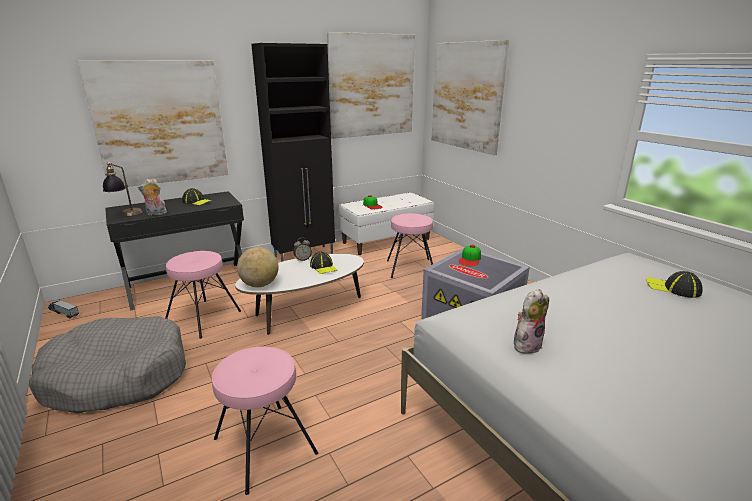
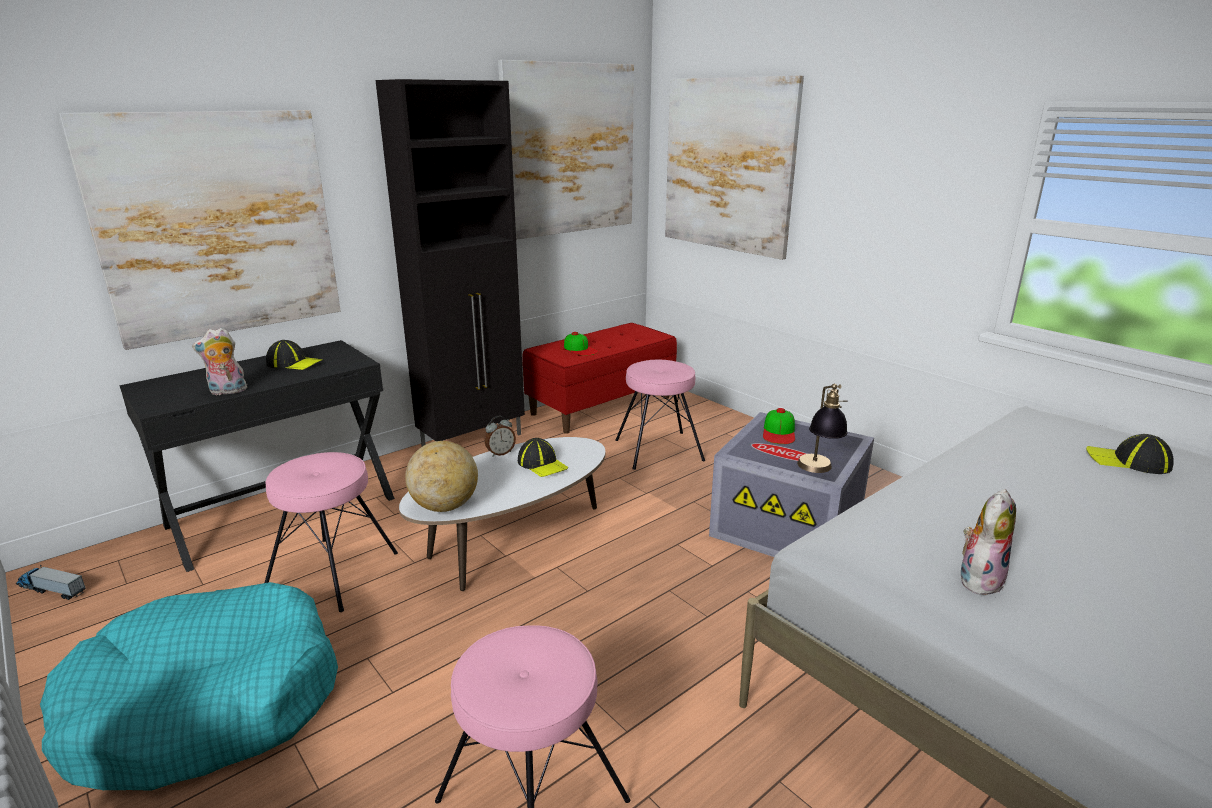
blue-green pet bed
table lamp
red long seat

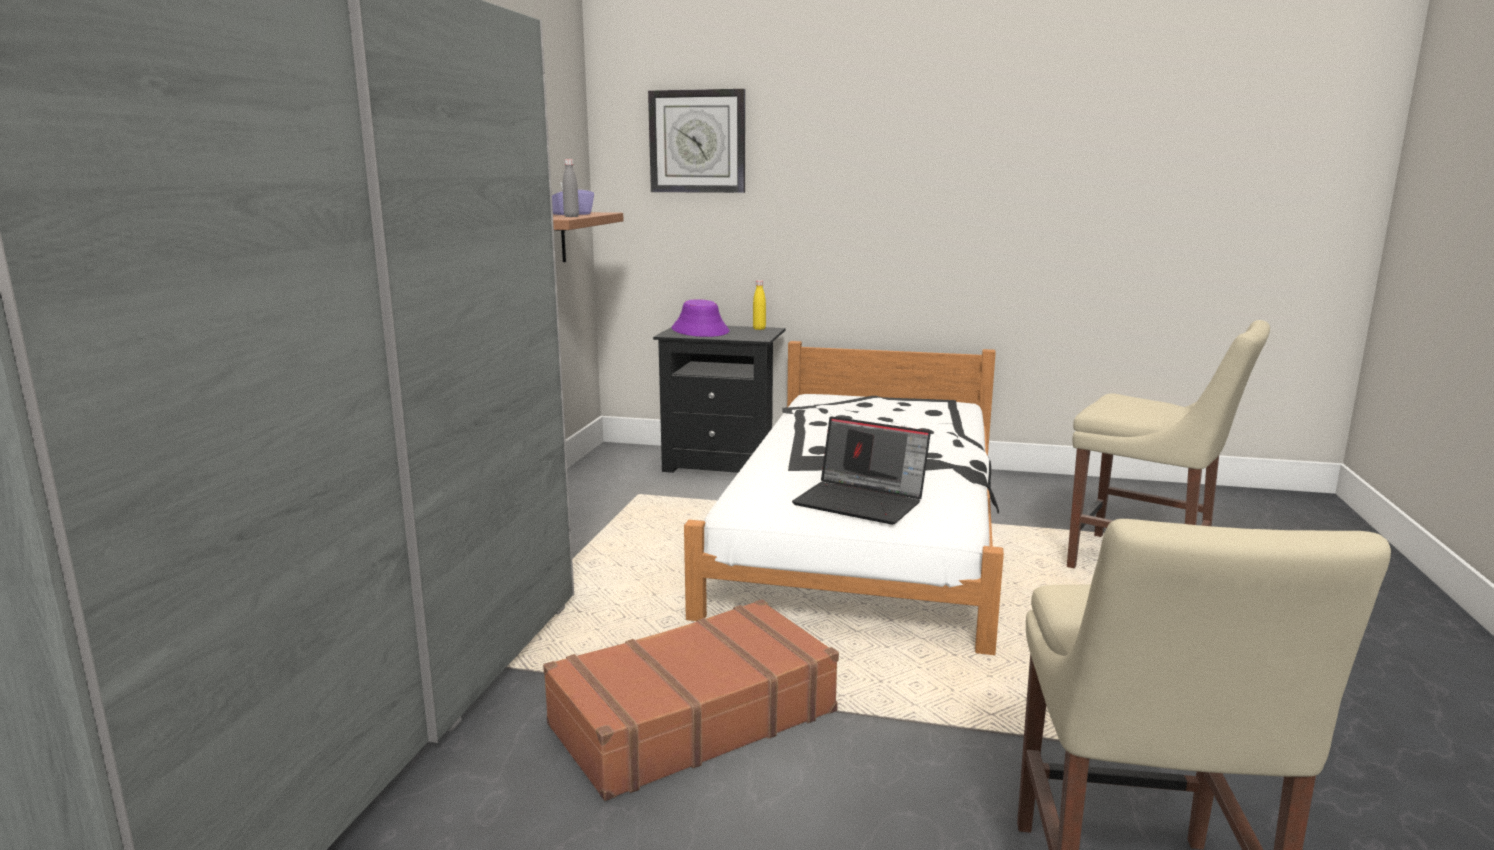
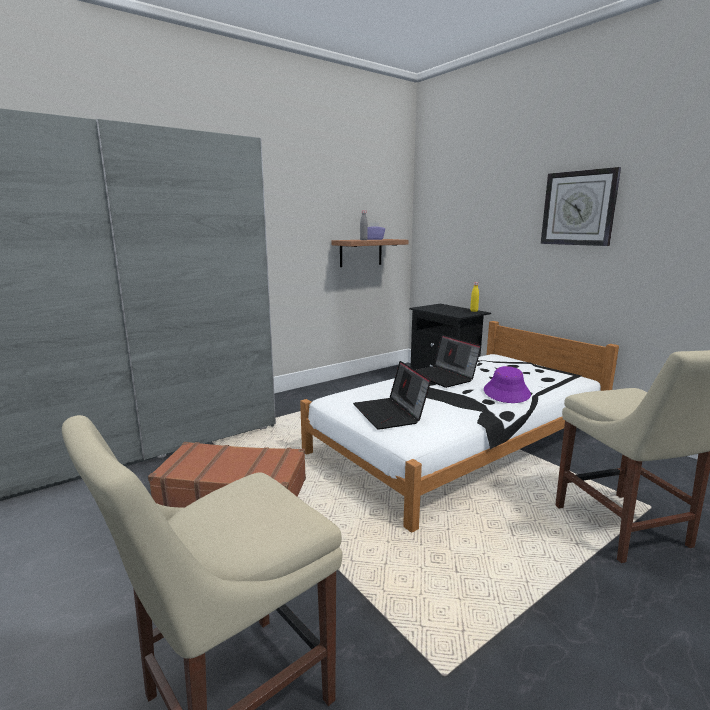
wall clock
purplish wearable hat
laptop (no. 2 from left)

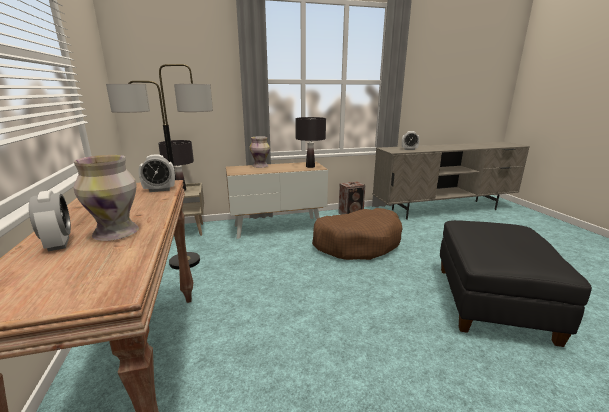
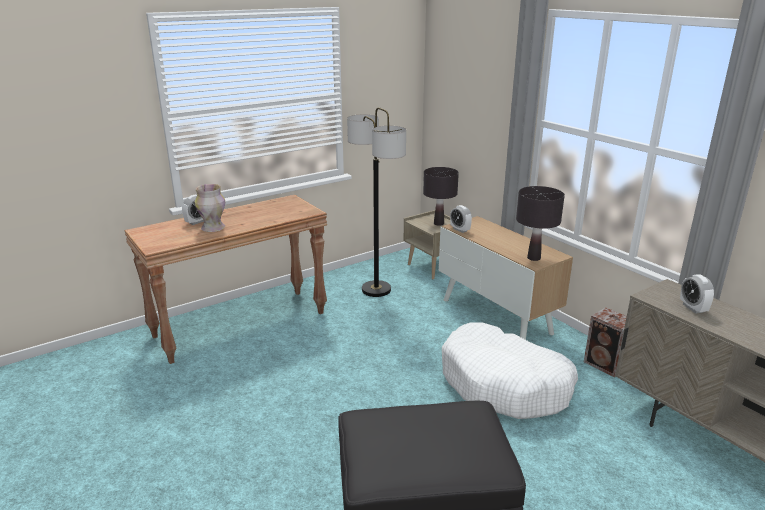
alarm clock (no. 2 from left)
decorative vase (no. 2 from left in the first image)
white pet bed

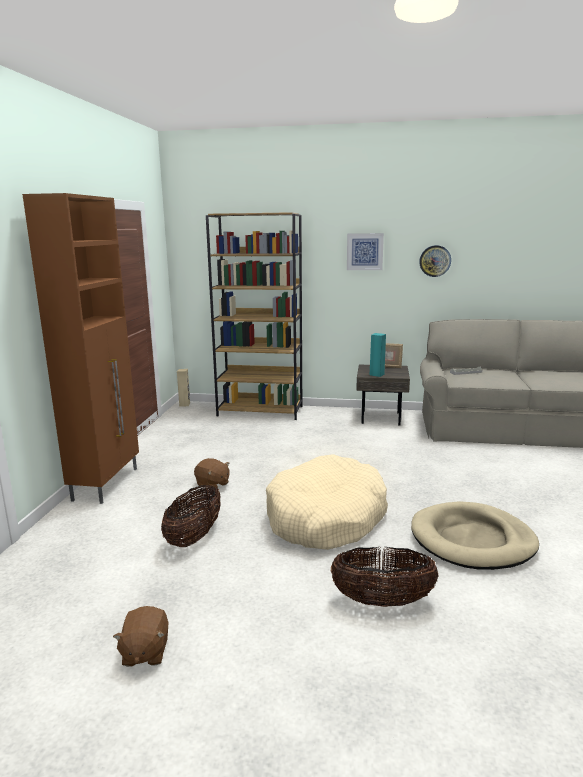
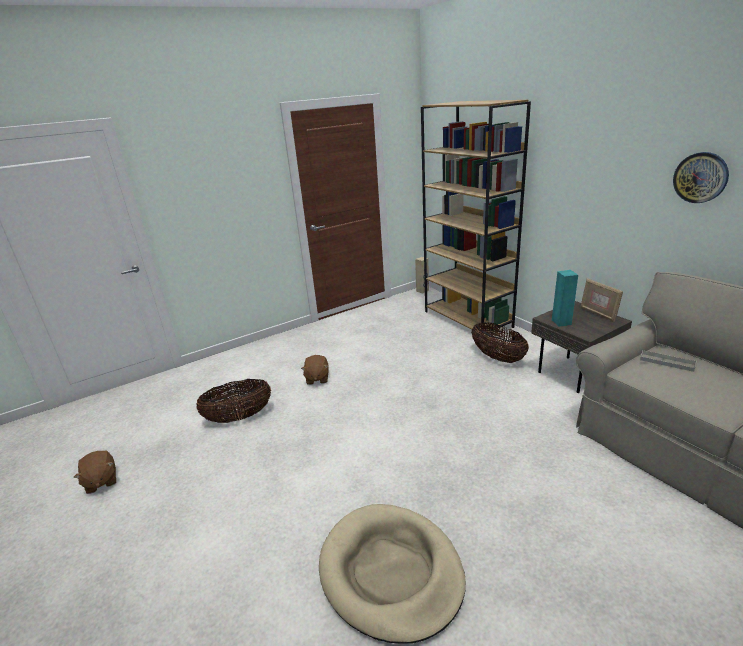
brown-coloured cupboard
brown-coloured cuddly toy (no. 1 from left)
sand-coloured pet bed (no. 1 from left in the first image)
household basket (no. 2 from left)
wall art

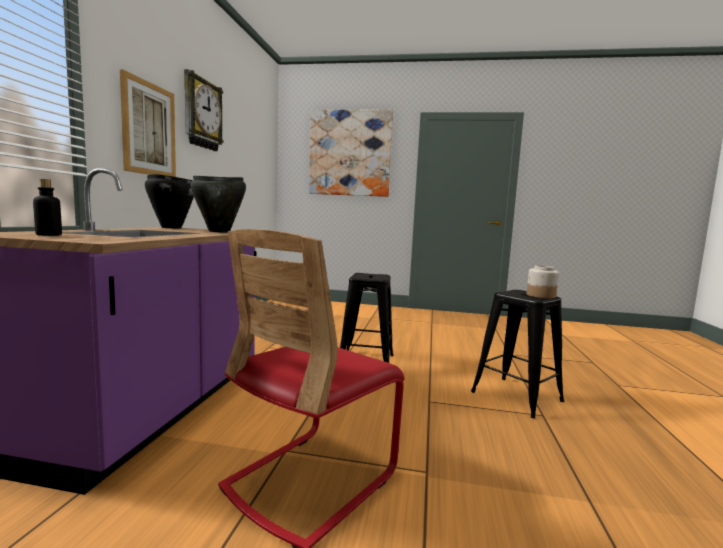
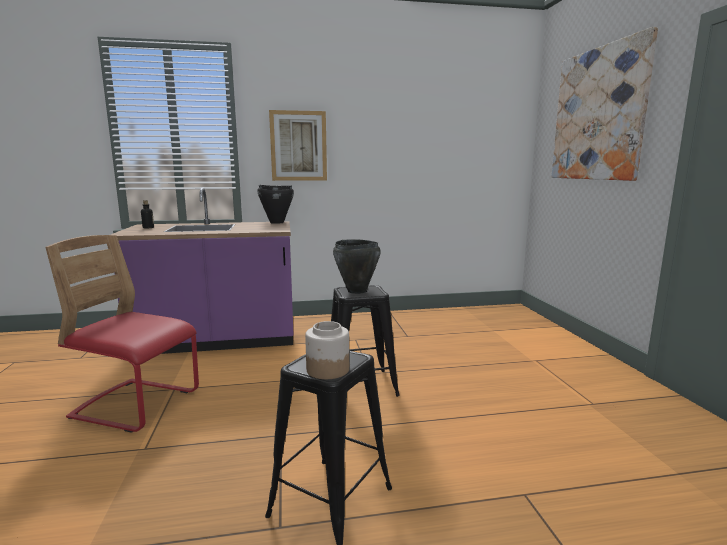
wall clock
black cooking pot (no. 2 from left)

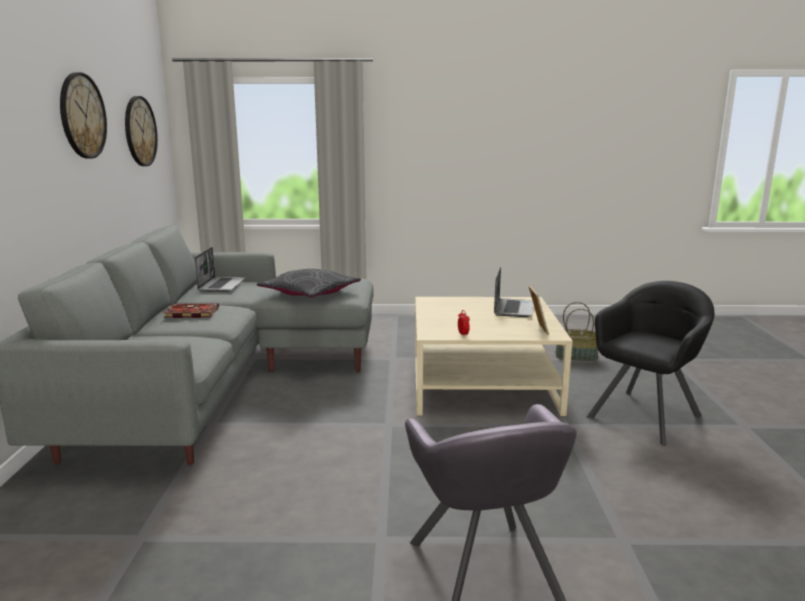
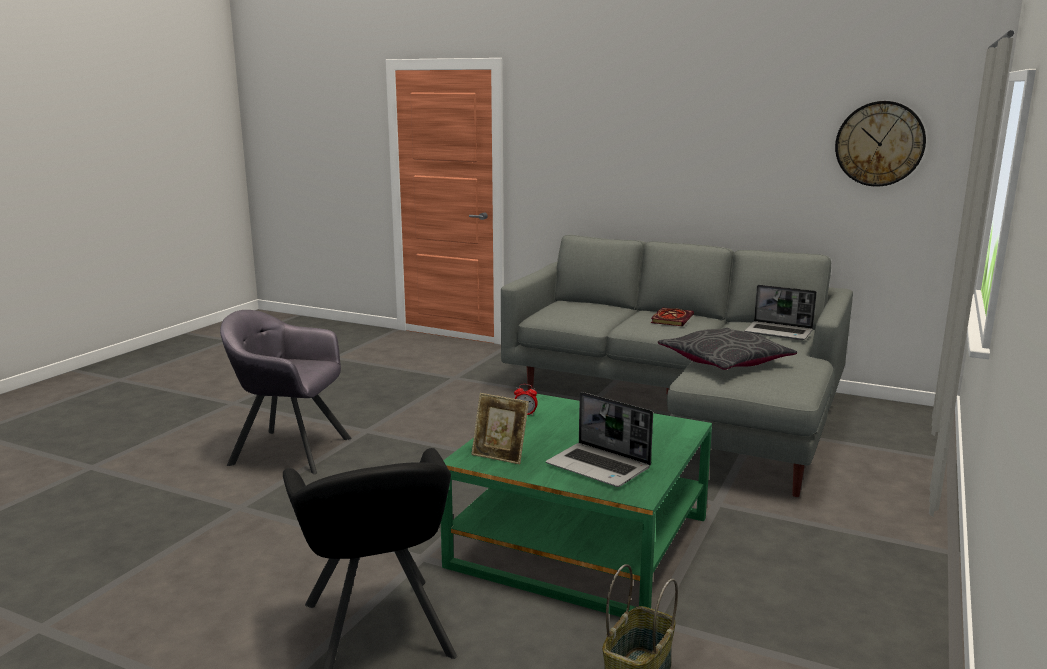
wall clock (no. 1 from left in the first image)
green-coloured lounge table

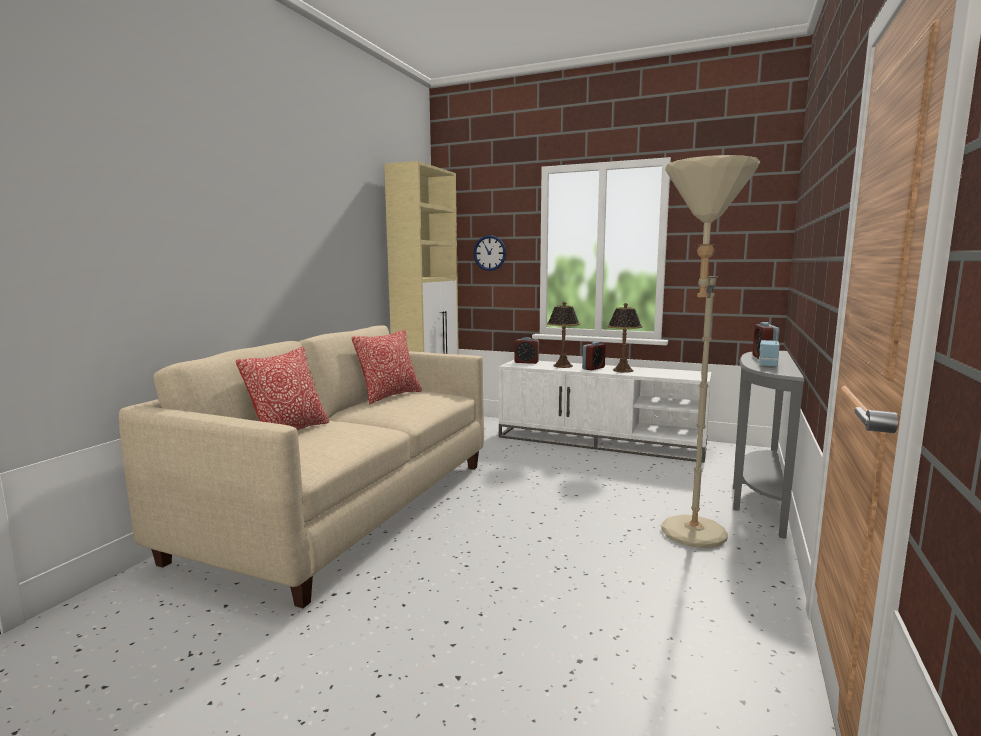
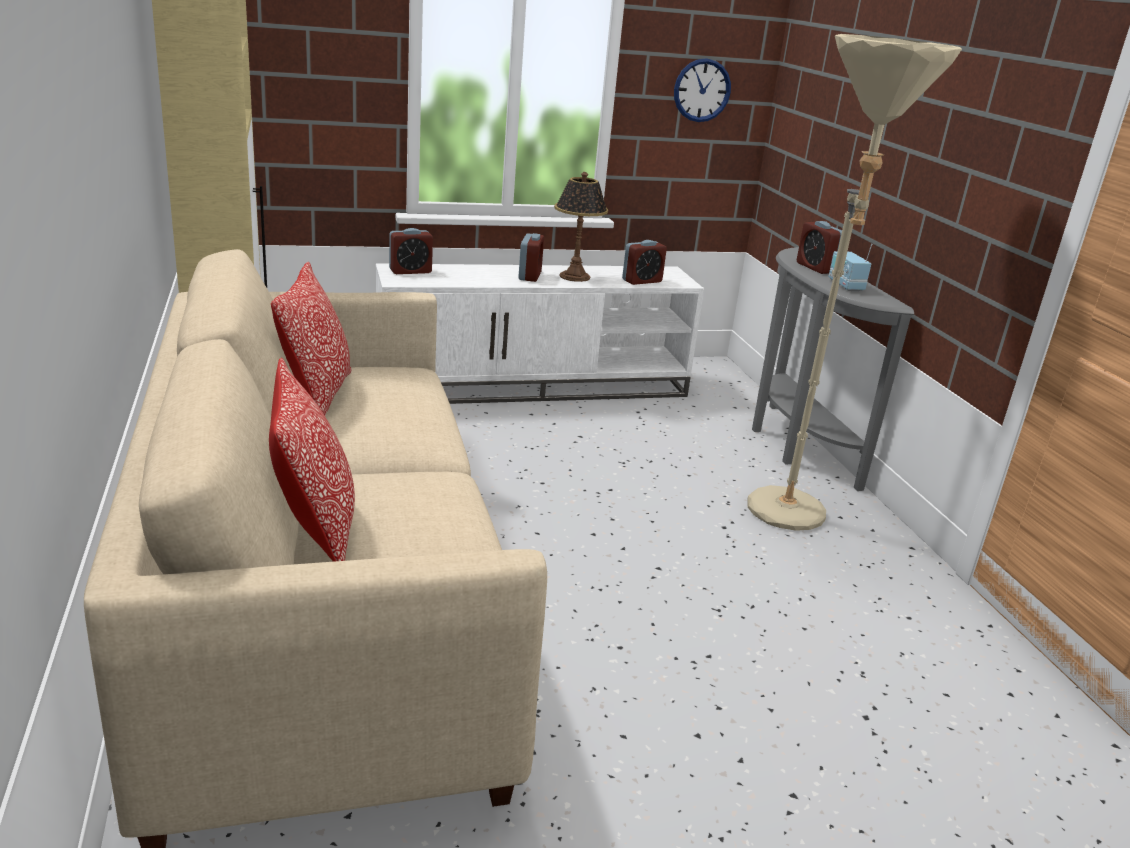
wall clock
table lamp (no. 1 from left in the first image)
alarm clock (no. 3 from left)

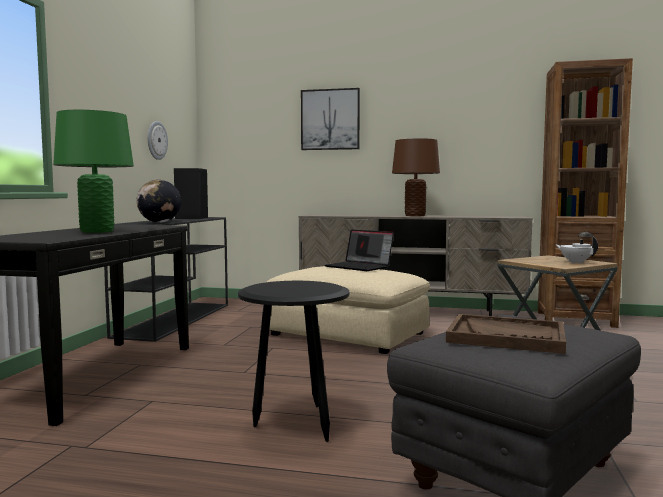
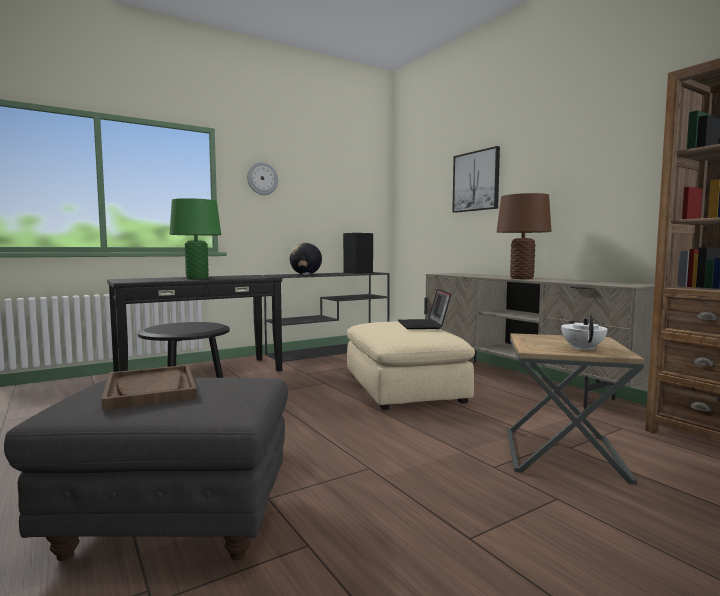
wall clock

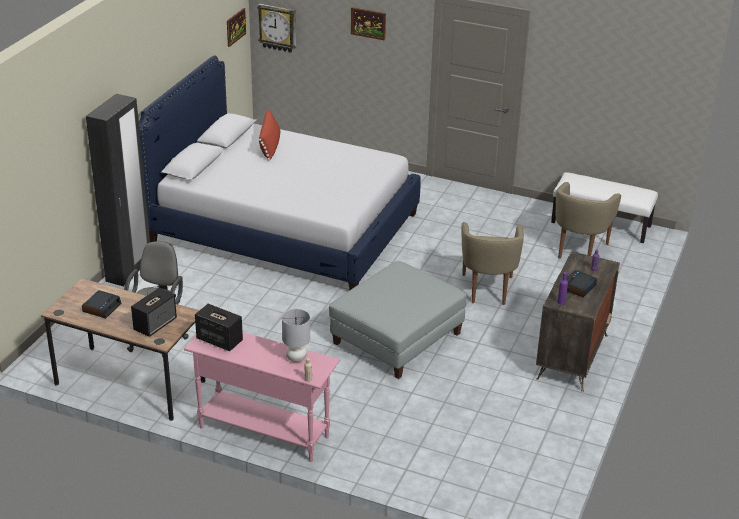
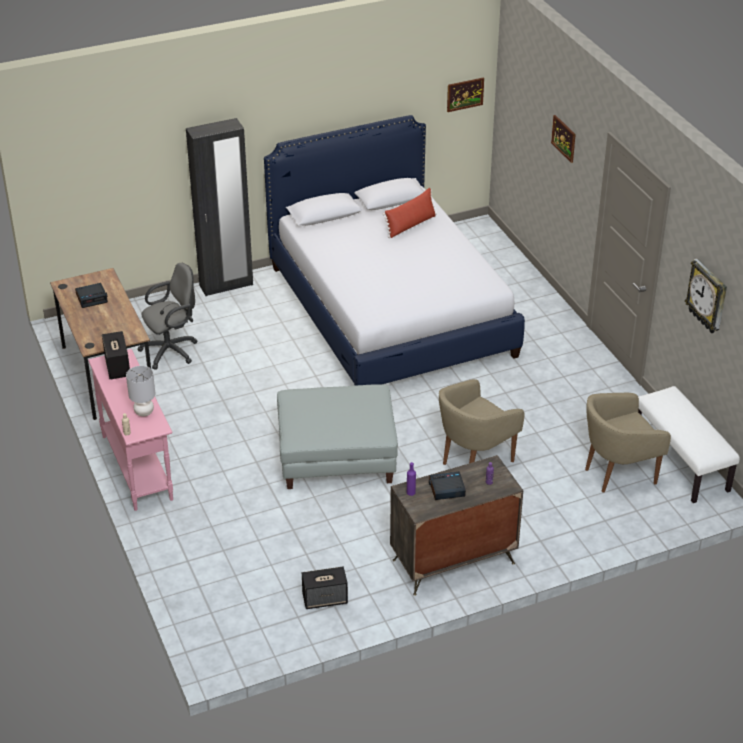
audio speaker (no. 2 from left)
wall clock

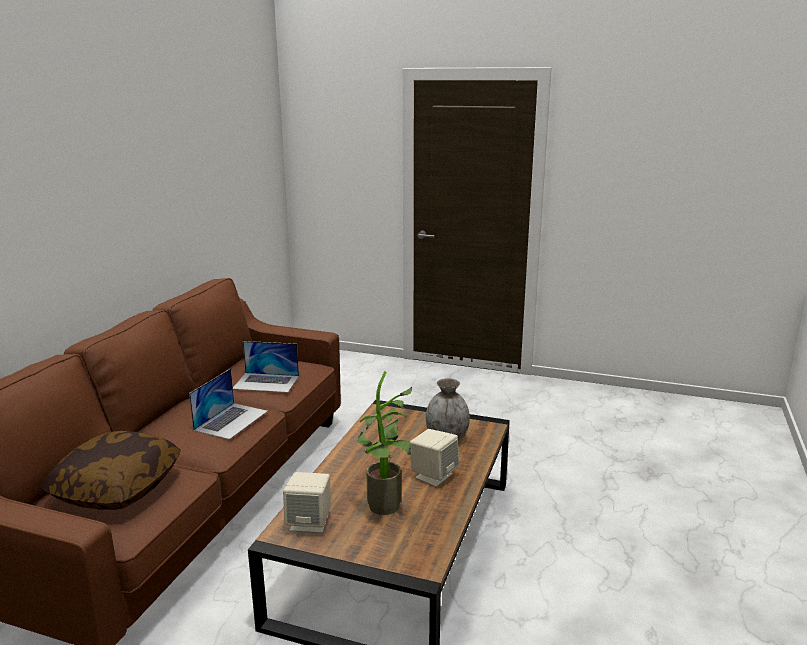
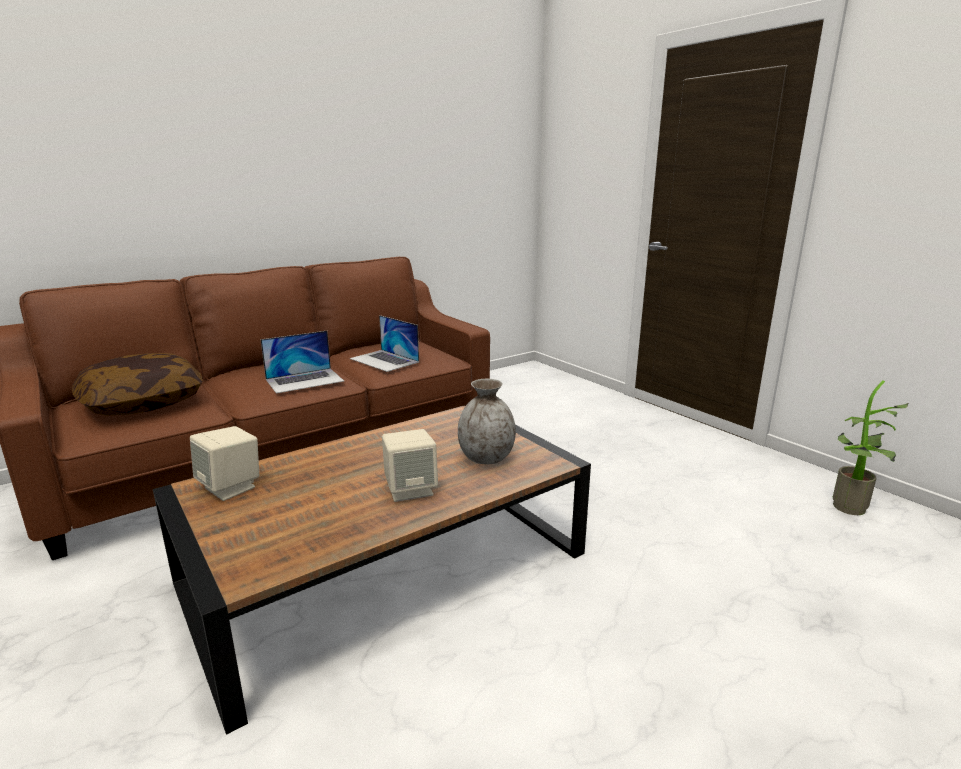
potted plant

